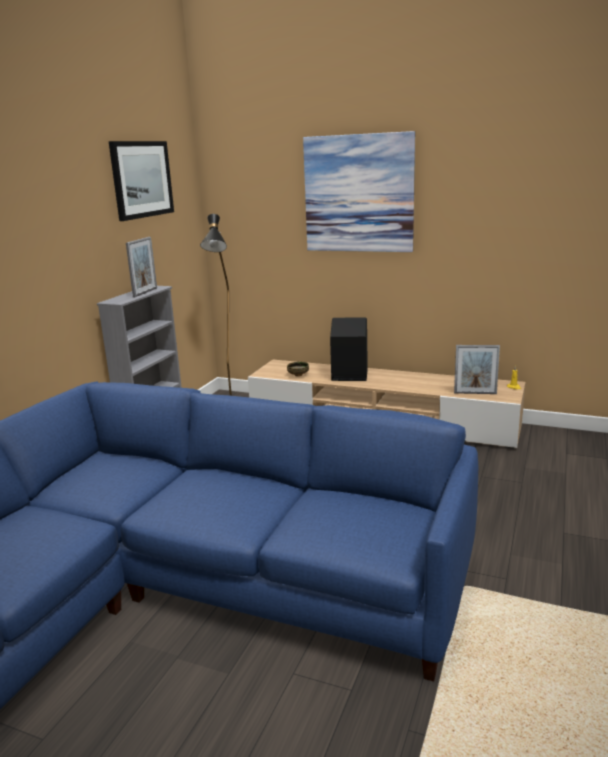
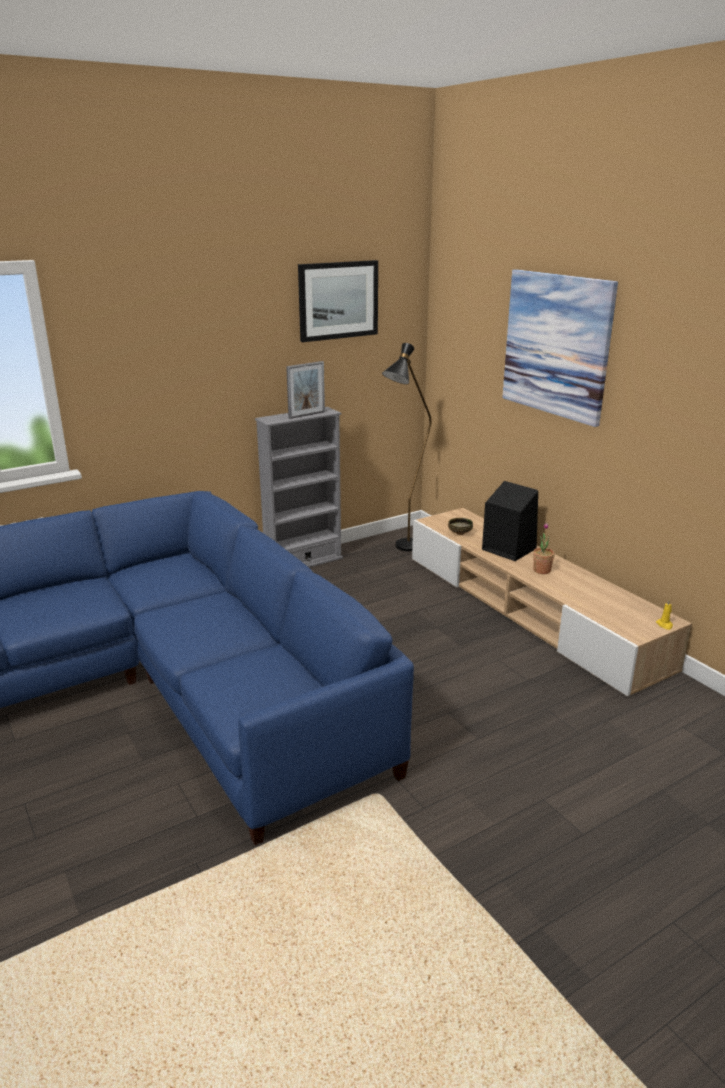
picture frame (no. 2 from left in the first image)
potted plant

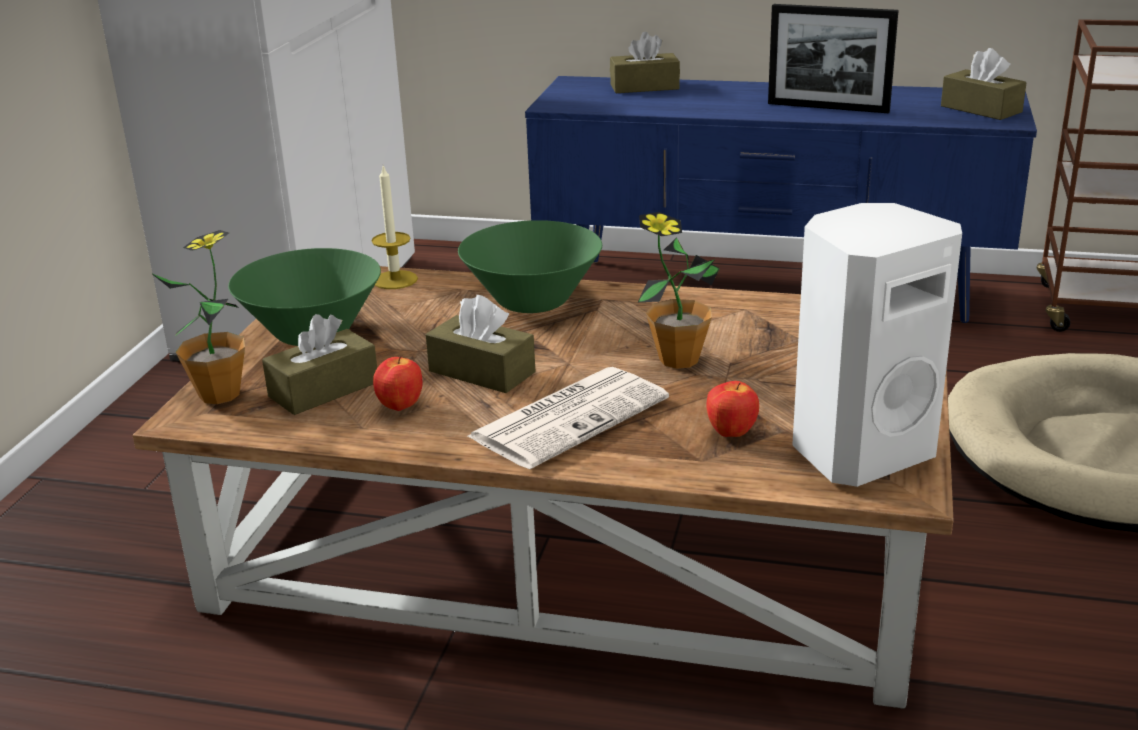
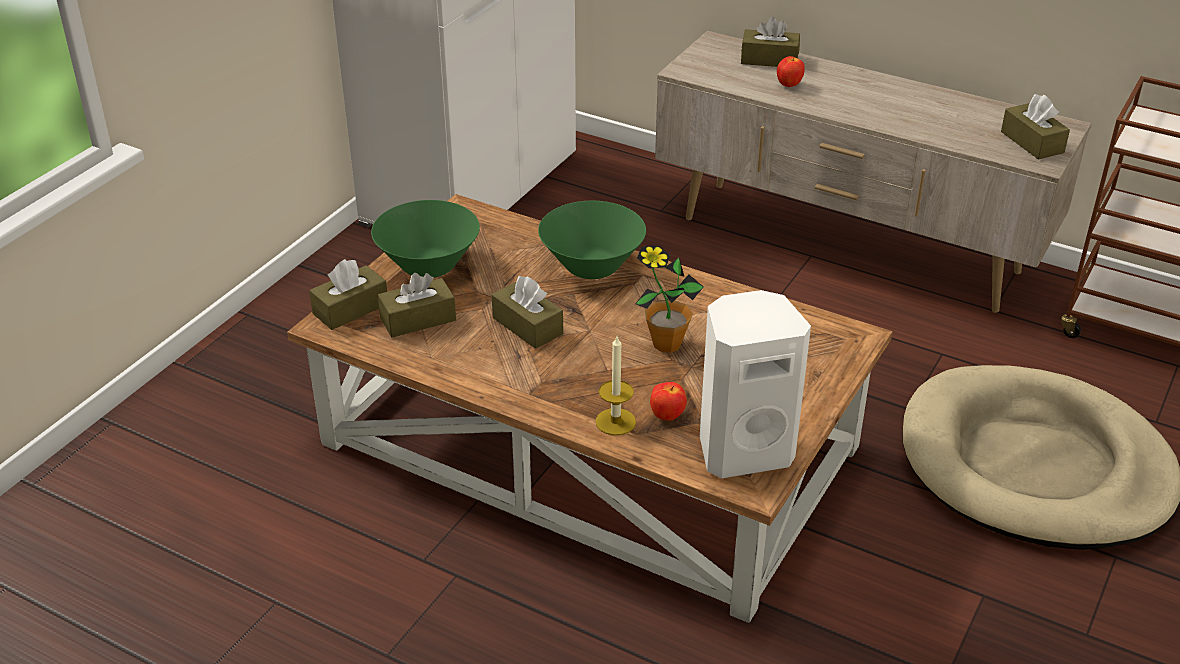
brown-coloured tissue box (no. 1 from left)
wax candle
whole apple (no. 2 from left)
printed paper
sand-coloured media console
picture frame

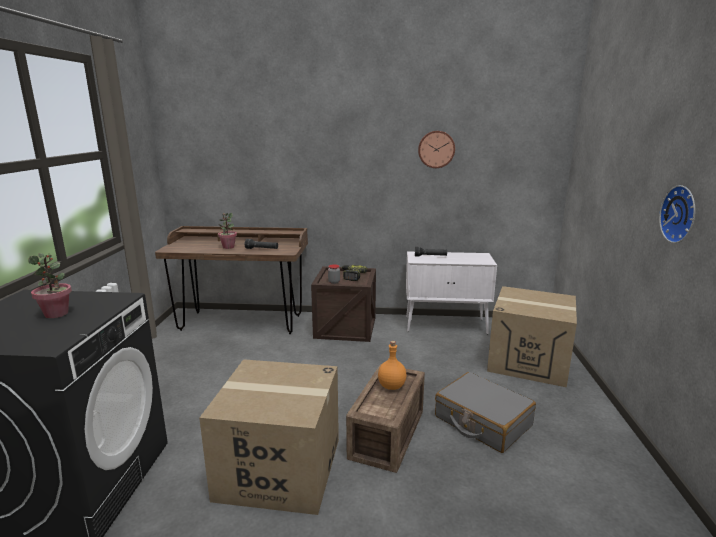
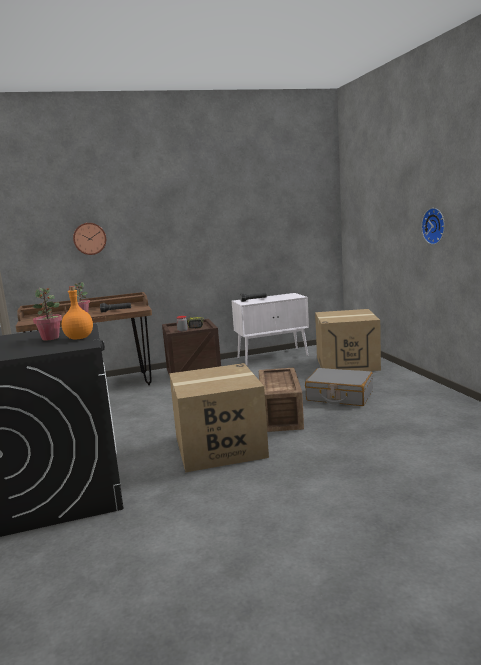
orangey bottle
wall clock (no. 1 from left)

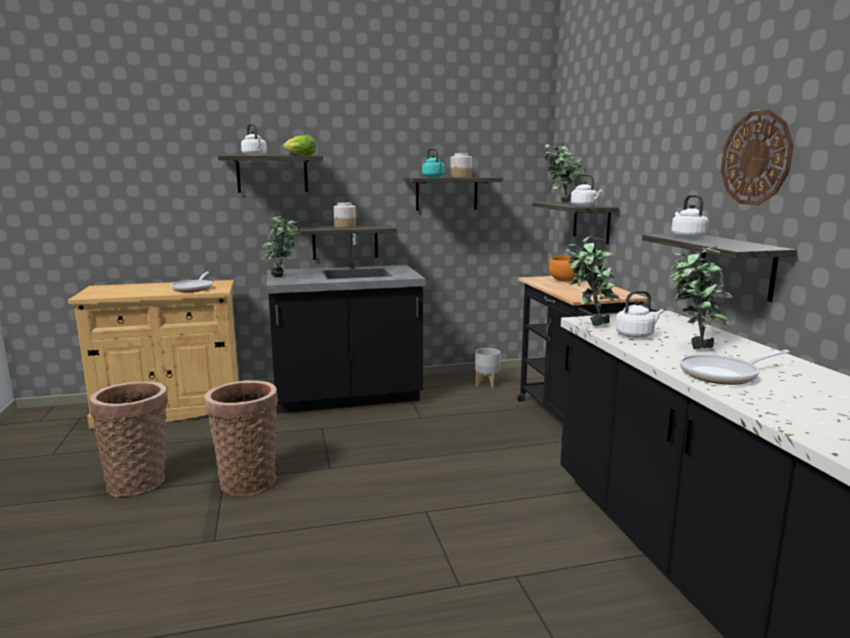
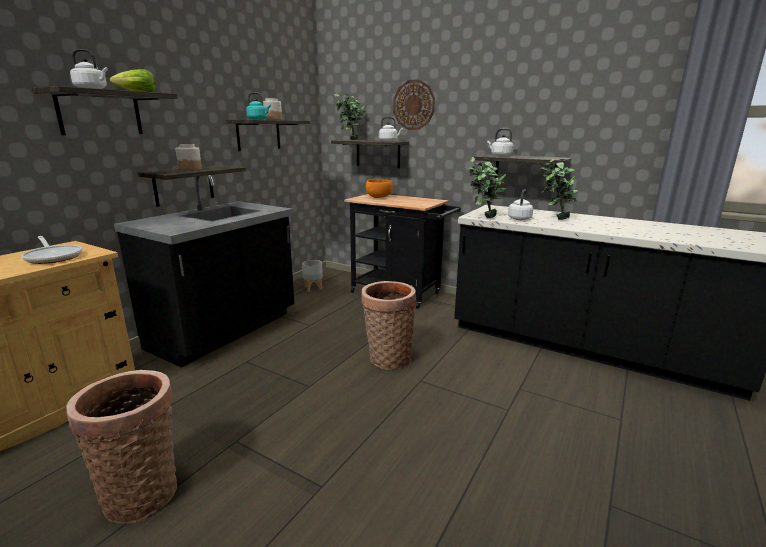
household basket (no. 2 from left)
potted plant (no. 1 from left in the first image)
skillet (no. 2 from left in the first image)
wall clock

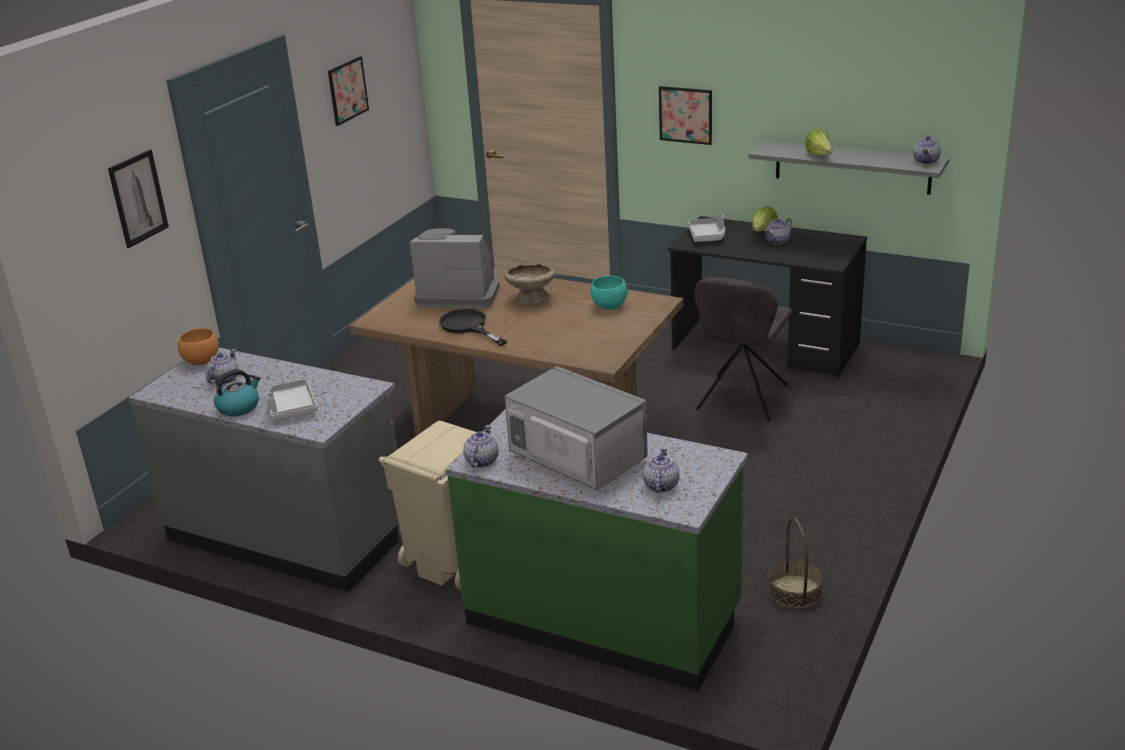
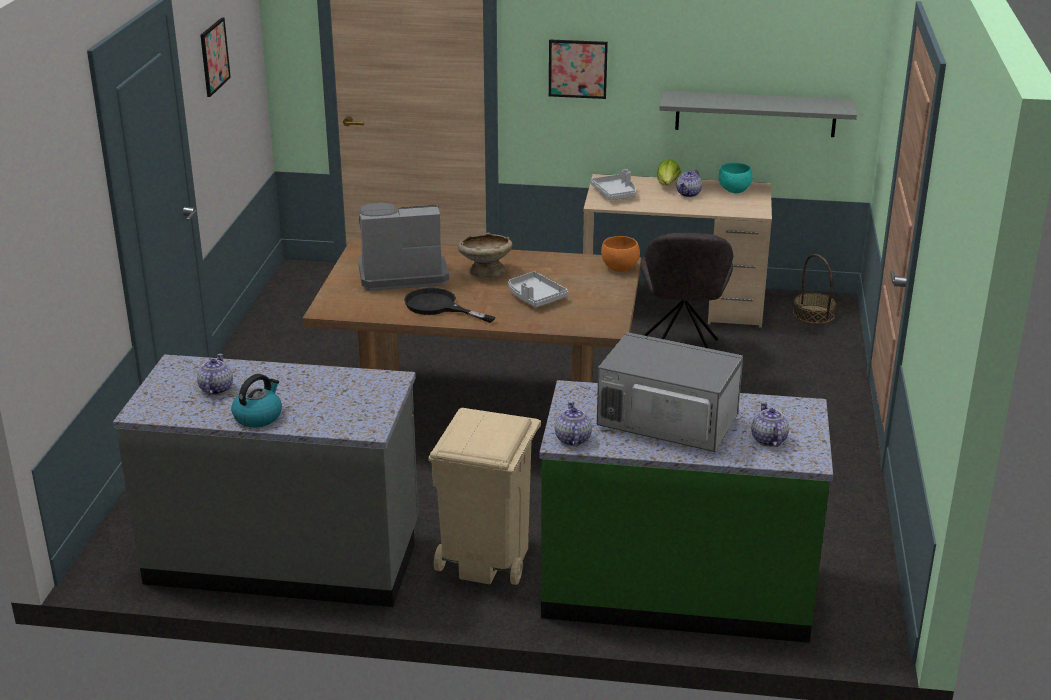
wall art (no. 1 from left in the first image)
orangey deep dish
grey serving tray (no. 1 from left)
blue-green deep dish
sand-coloured desk table
household basket
lettuce (no. 2 from left in the first image)
teapot (no. 5 from left in the first image)

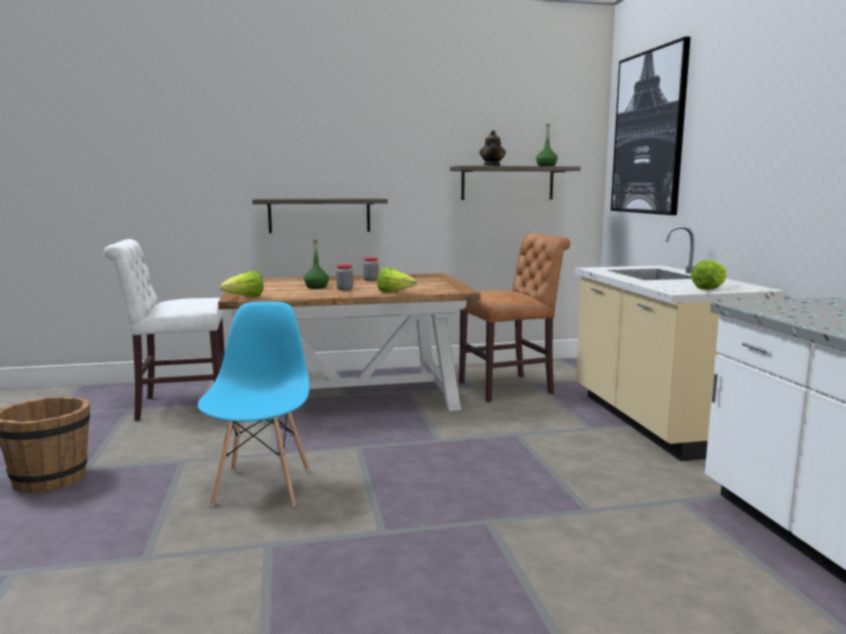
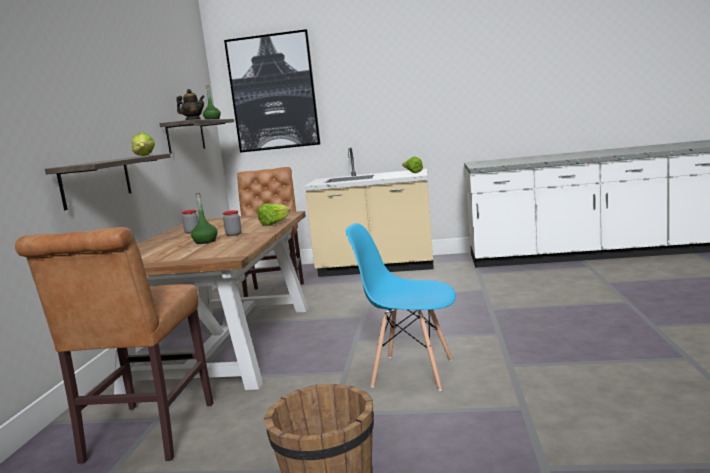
brown-coloured plain chair (no. 1 from left)
lettuce (no. 1 from left)

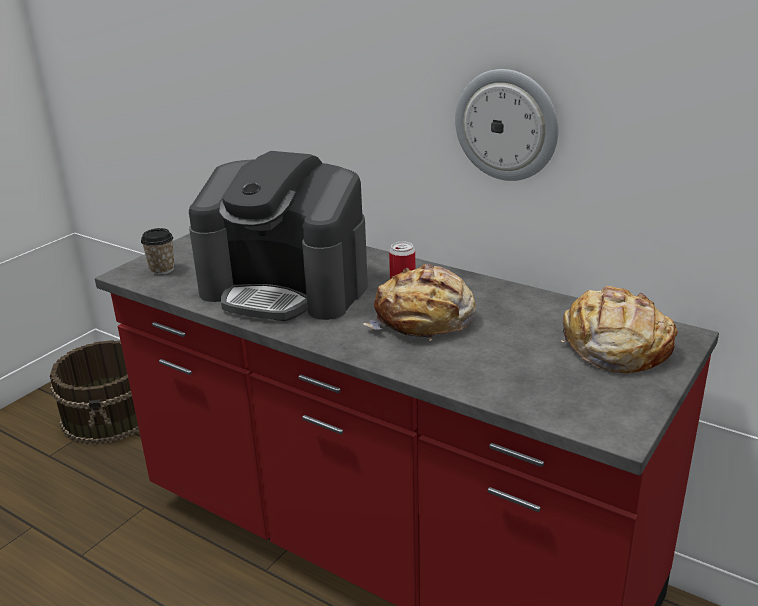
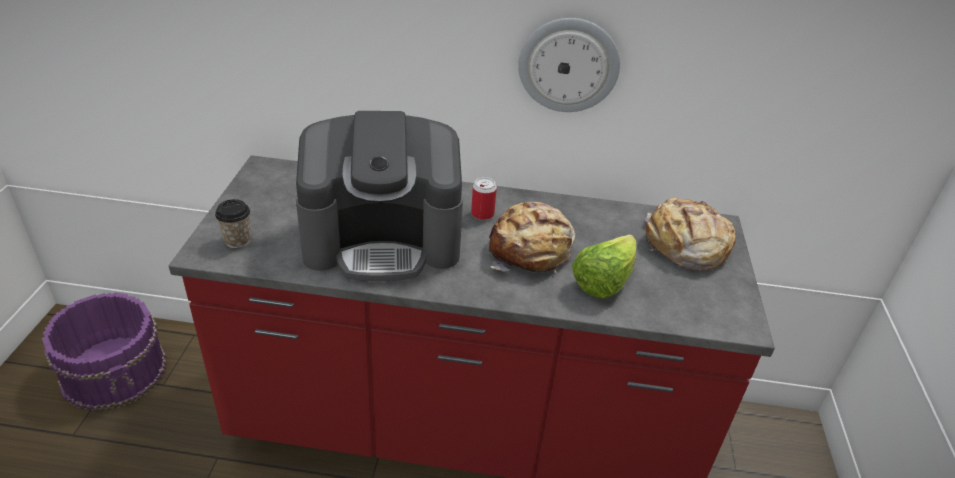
purplish pail
lettuce

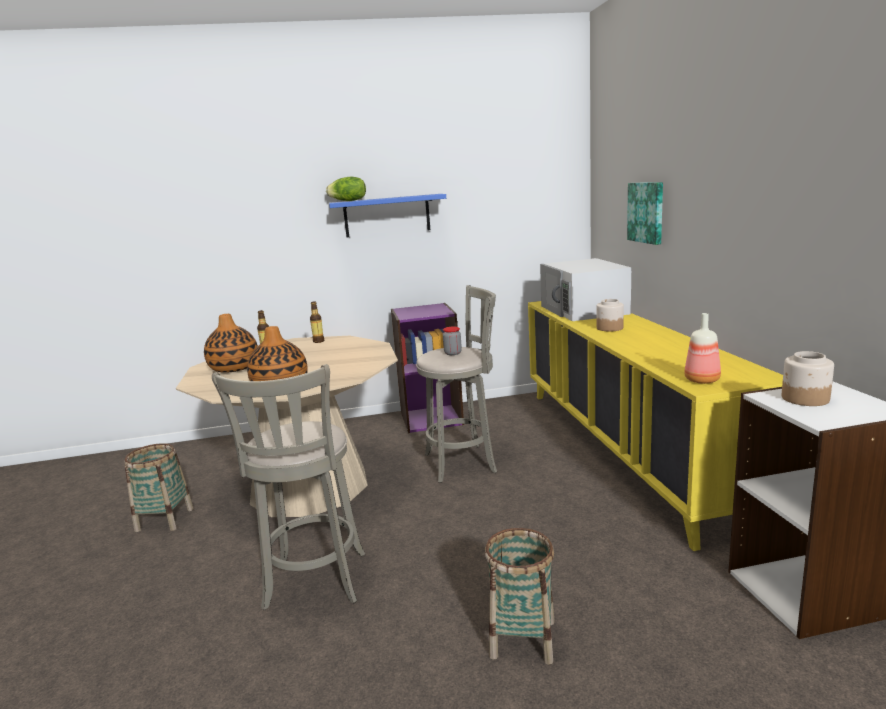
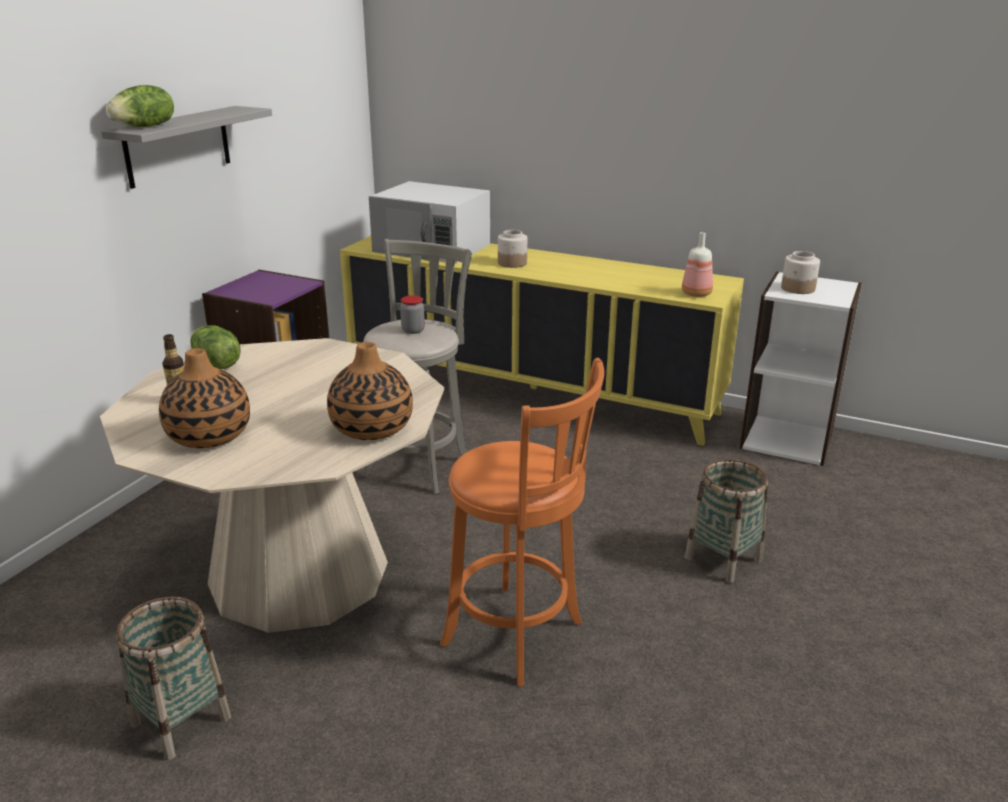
orangey sitting stool
lettuce (no. 2 from left)
grey shelf
wall art

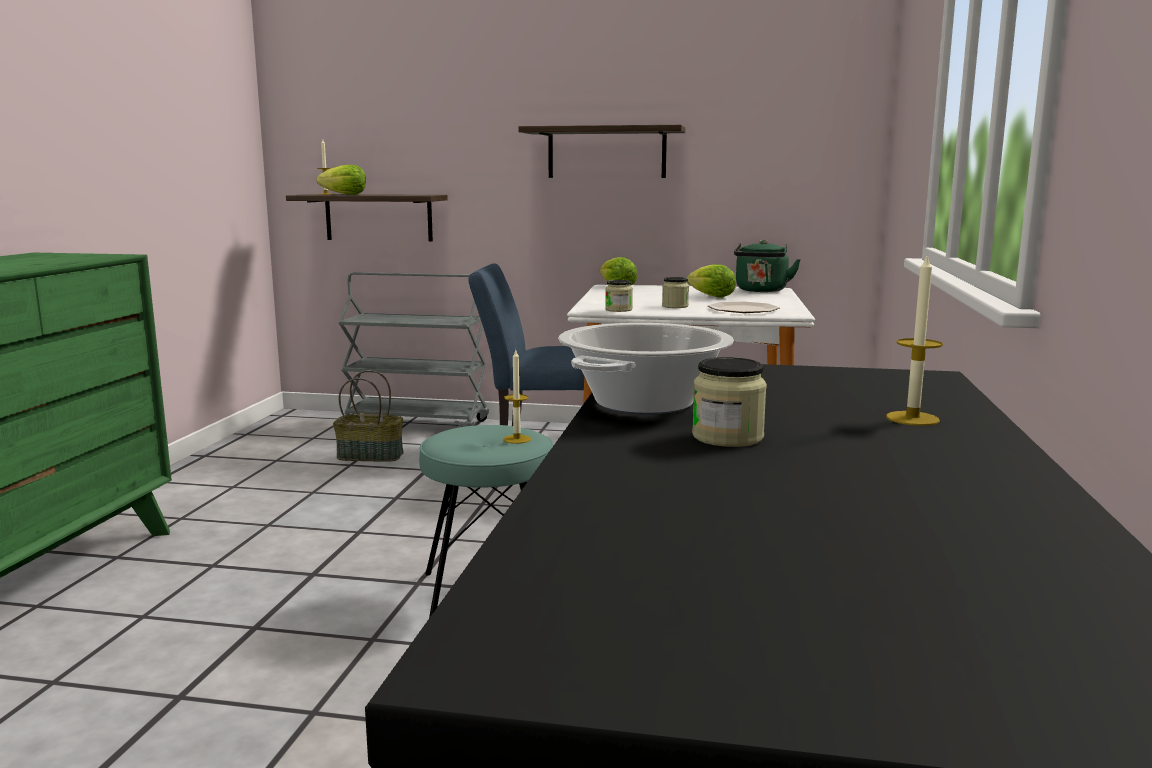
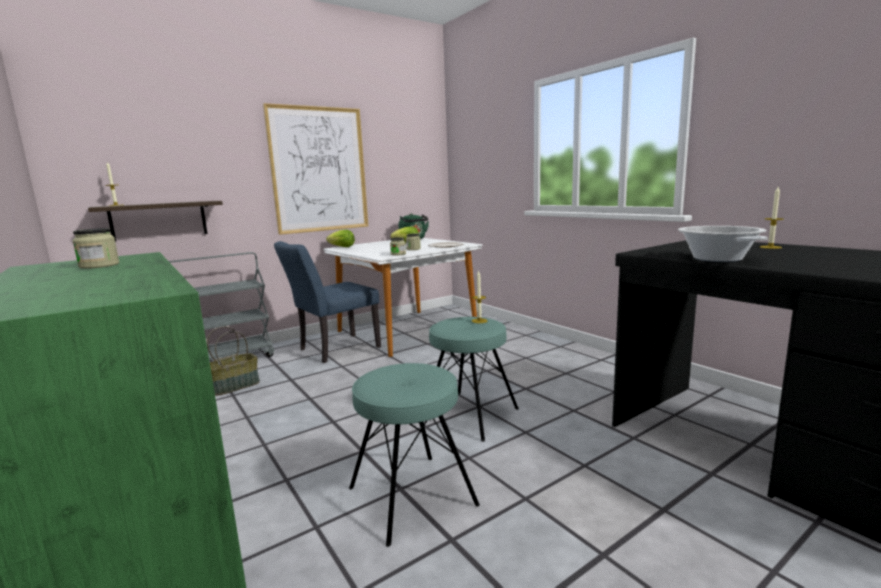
lettuce (no. 1 from left in the first image)
wall art
jar (no. 1 from left)
blue-green sitting stool (no. 1 from left)

